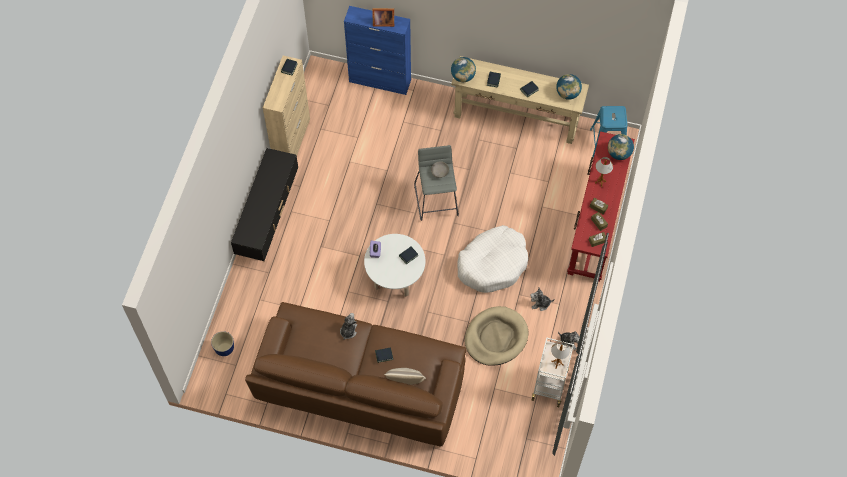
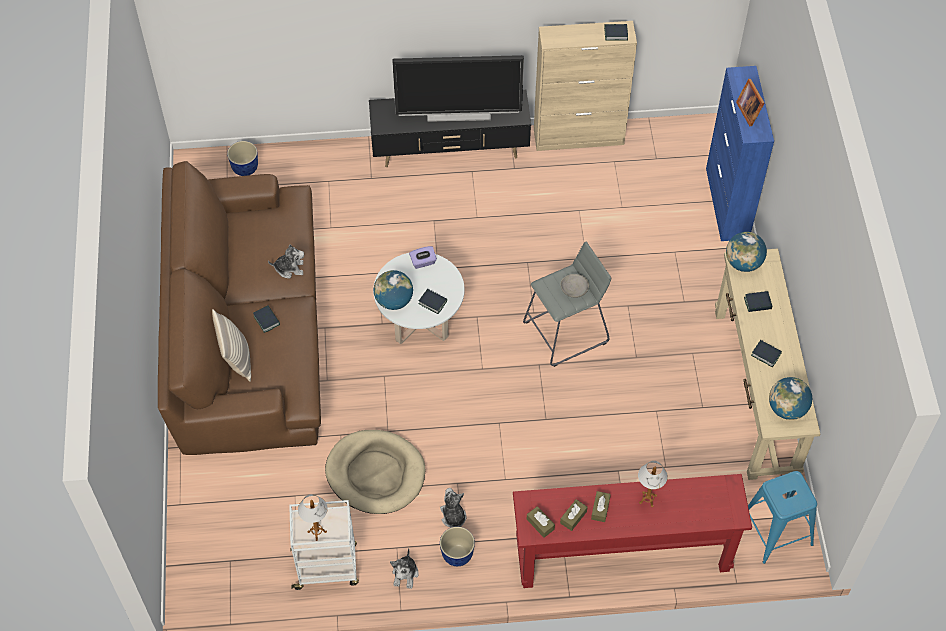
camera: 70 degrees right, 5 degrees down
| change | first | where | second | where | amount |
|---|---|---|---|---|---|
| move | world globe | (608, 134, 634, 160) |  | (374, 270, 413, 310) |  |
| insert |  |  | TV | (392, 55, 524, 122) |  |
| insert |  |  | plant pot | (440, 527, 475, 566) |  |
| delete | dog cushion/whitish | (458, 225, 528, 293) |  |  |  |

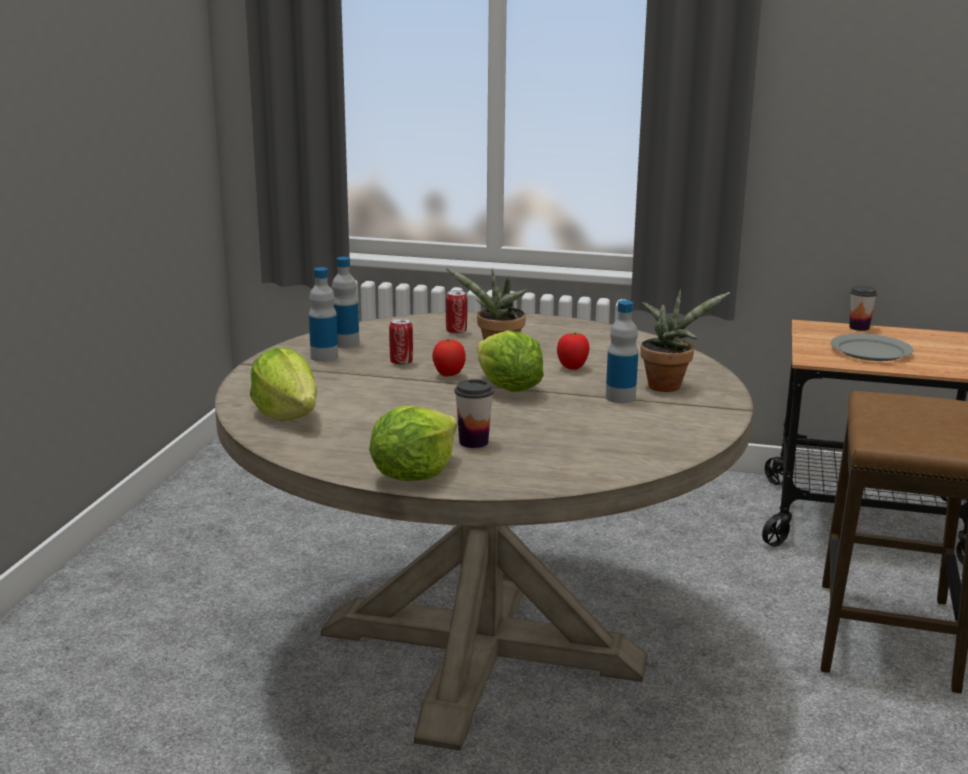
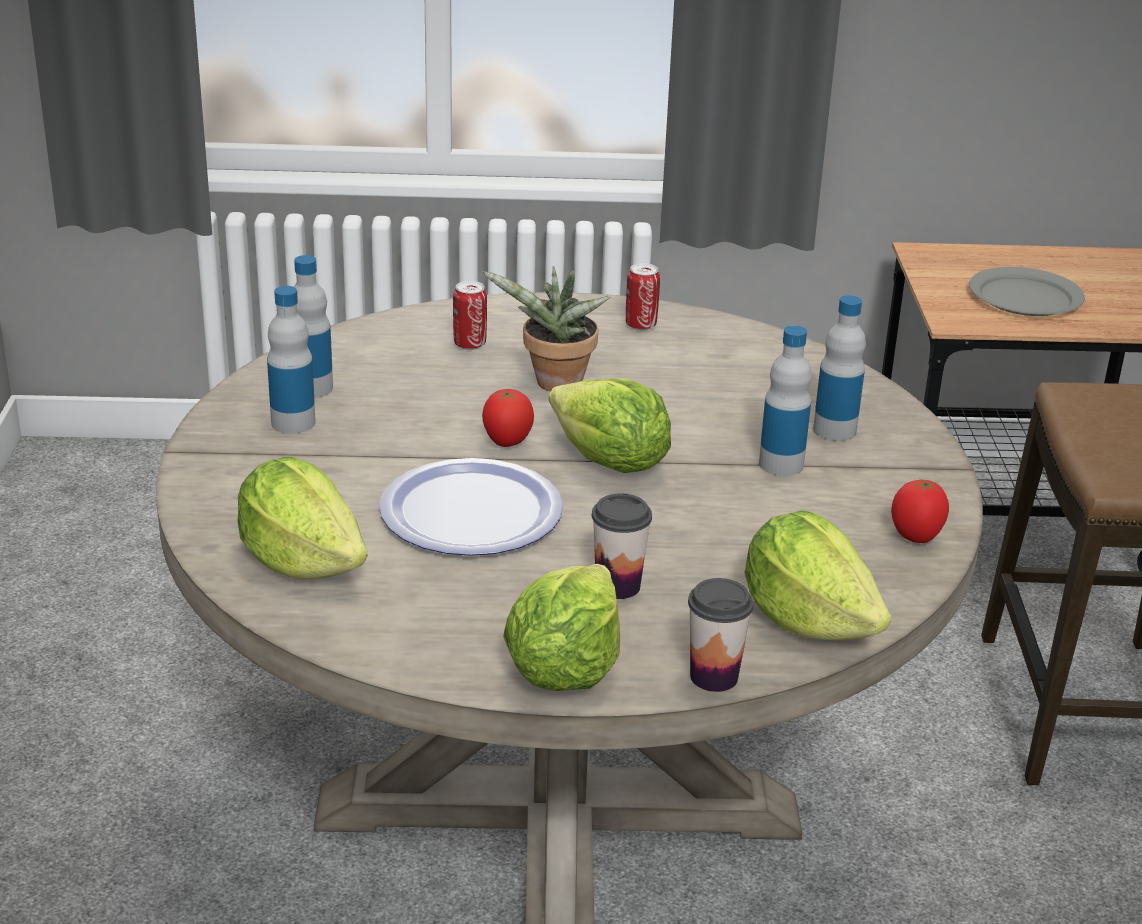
camera: 15 degrees left, 10 degrees up
| change | first | where | second | where | amount |
|---|---|---|---|---|---|
| insert |  |  | flat dish | (379, 458, 563, 556) |  |
| move | can | (389, 318, 413, 366) |  | (626, 263, 660, 330) |  |
| move | drinking cup | (849, 286, 877, 331) |  | (688, 578, 754, 692) |  |
| insert |  |  | lettuce head | (744, 510, 892, 640) |  |
| replace | plant in a pot | (640, 289, 730, 392) | drink bottle | (813, 295, 866, 441) |  |
| move | tomato | (557, 332, 590, 370) |  | (891, 479, 949, 543) |  |

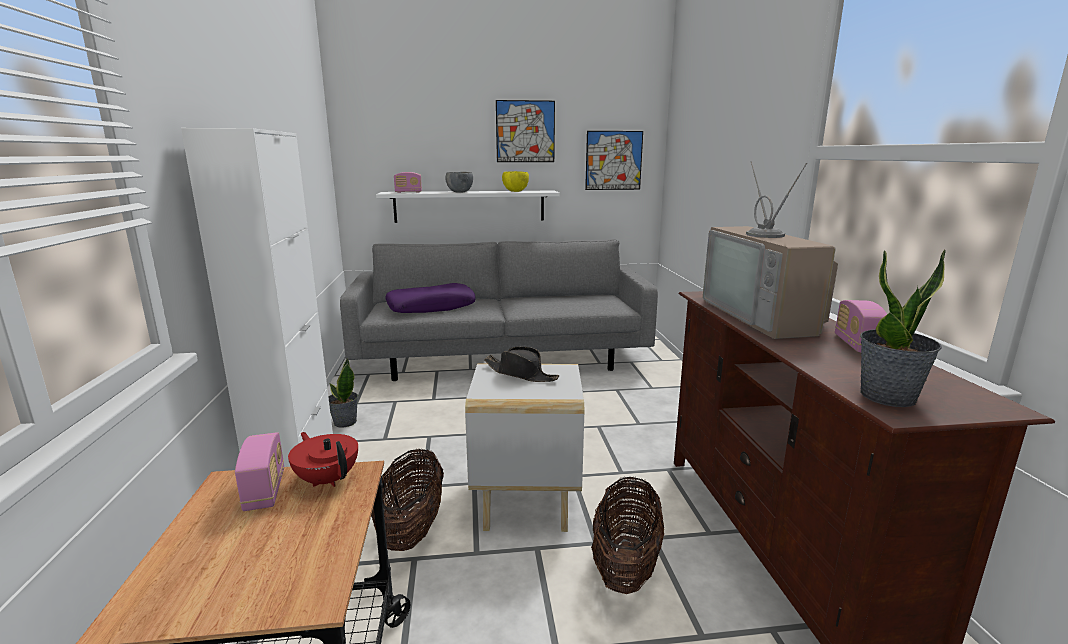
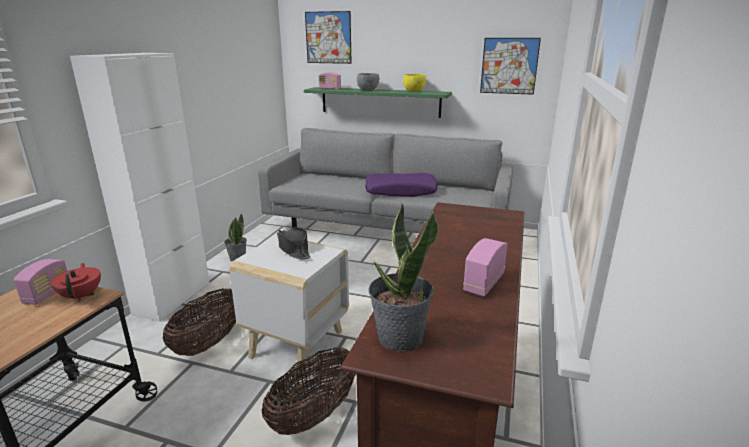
camera: 25 degrees right, 5 degrees up
| change | first | where | second | where | amount |
|---|---|---|---|---|---|
| recolor | wall shelf/whitish | (376, 191, 560, 223) | wall shelf/greenish | (304, 87, 452, 118) |  |
| move | wall art | (496, 100, 555, 162) |  | (305, 11, 352, 64) |  |
| move | cushion/purple-coloured | (385, 283, 476, 313) |  | (365, 173, 437, 197) |  |
| delete | TV | (703, 161, 838, 339) |  |  |  |

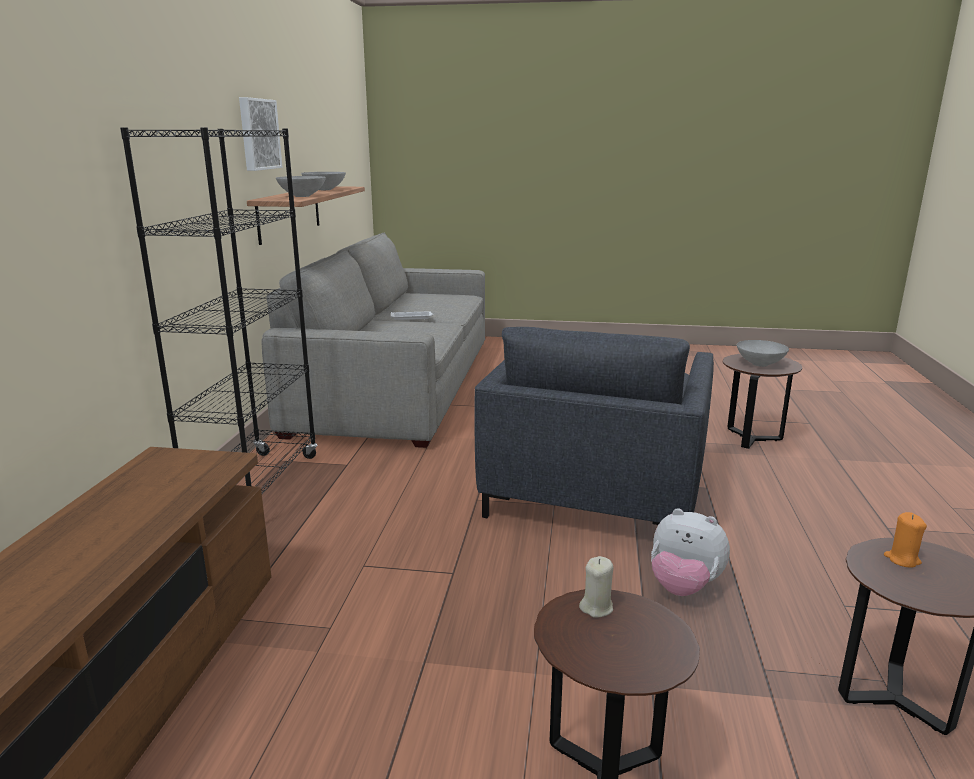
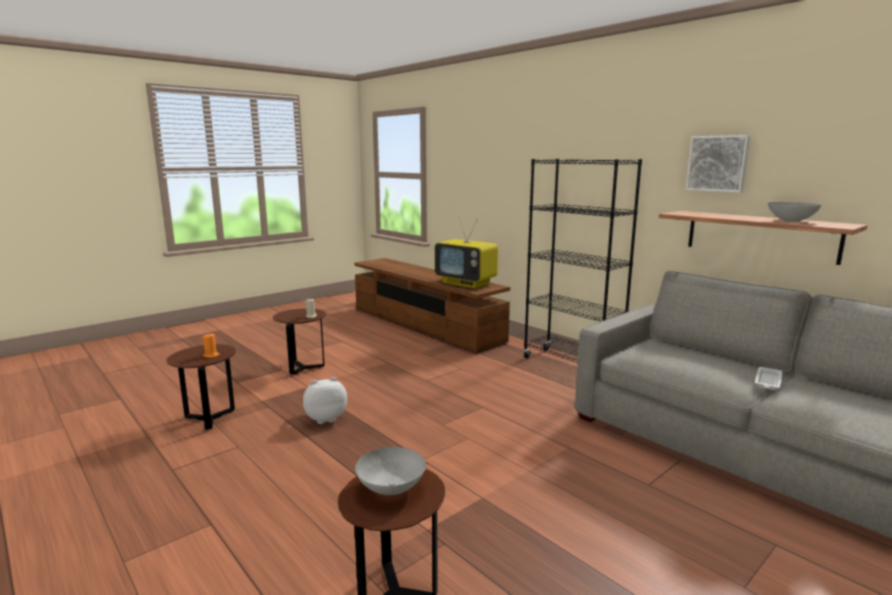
camera: 130 degrees right, 5 degrees down
| change | first | where | second | where | amount |
|---|---|---|---|---|---|
| insert |  |  | TV | (435, 217, 498, 288) |  |
| delete | deep dish/greyish | (276, 176, 326, 197) |  |  |  |
| delete | lounge chair/greyish | (474, 327, 714, 525) |  |  |  |

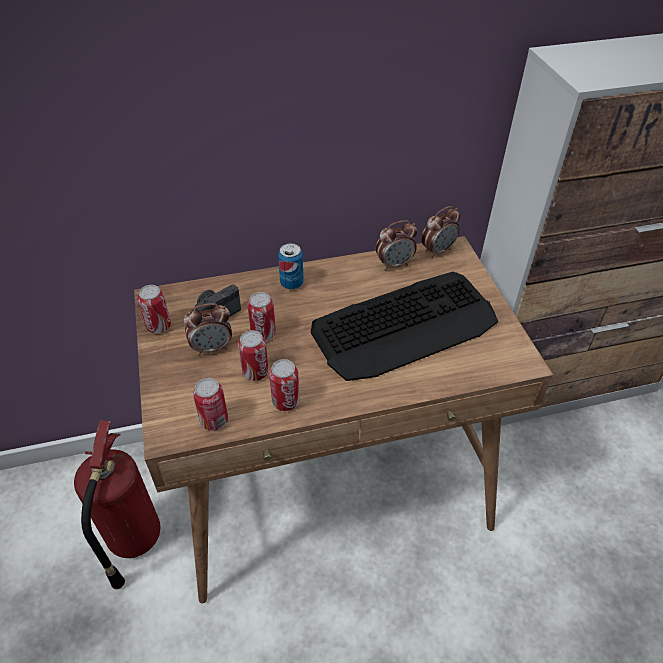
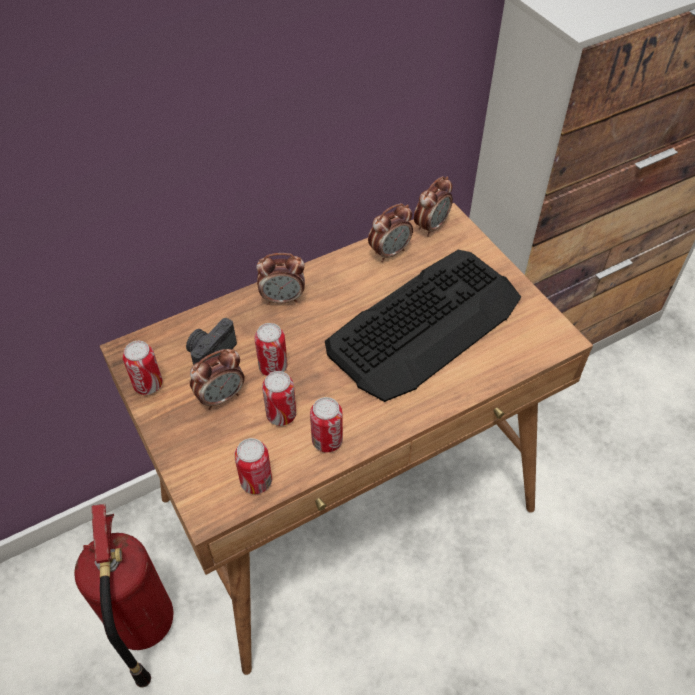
camera: 15 degrees left, 5 degrees up
| change | first | where | second | where | amount |
|---|---|---|---|---|---|
| replace | can | (278, 243, 304, 289) | bedside clock | (256, 253, 305, 305) |  |

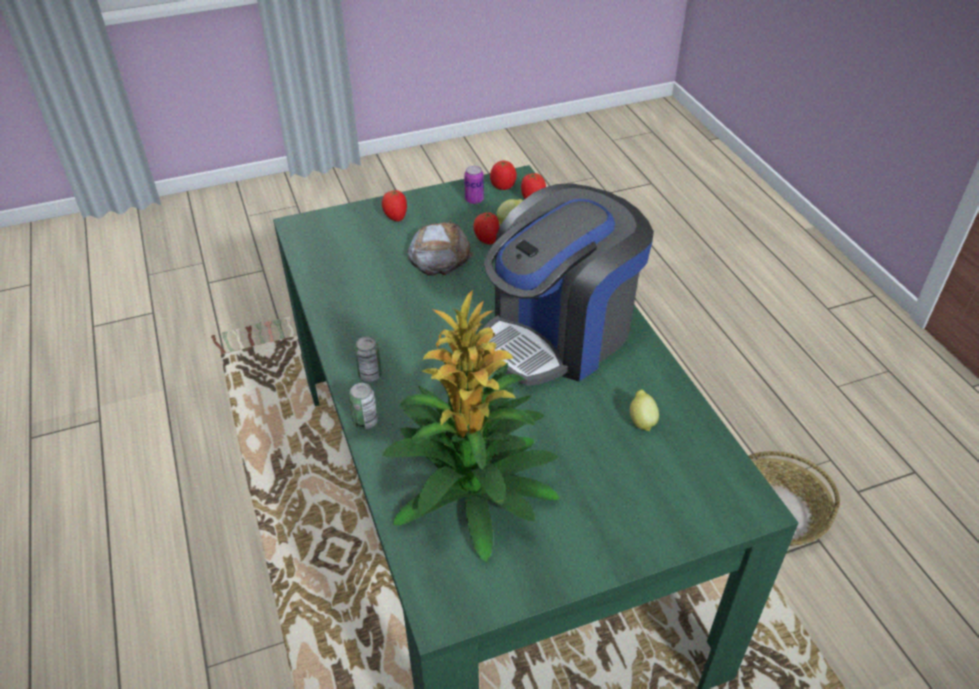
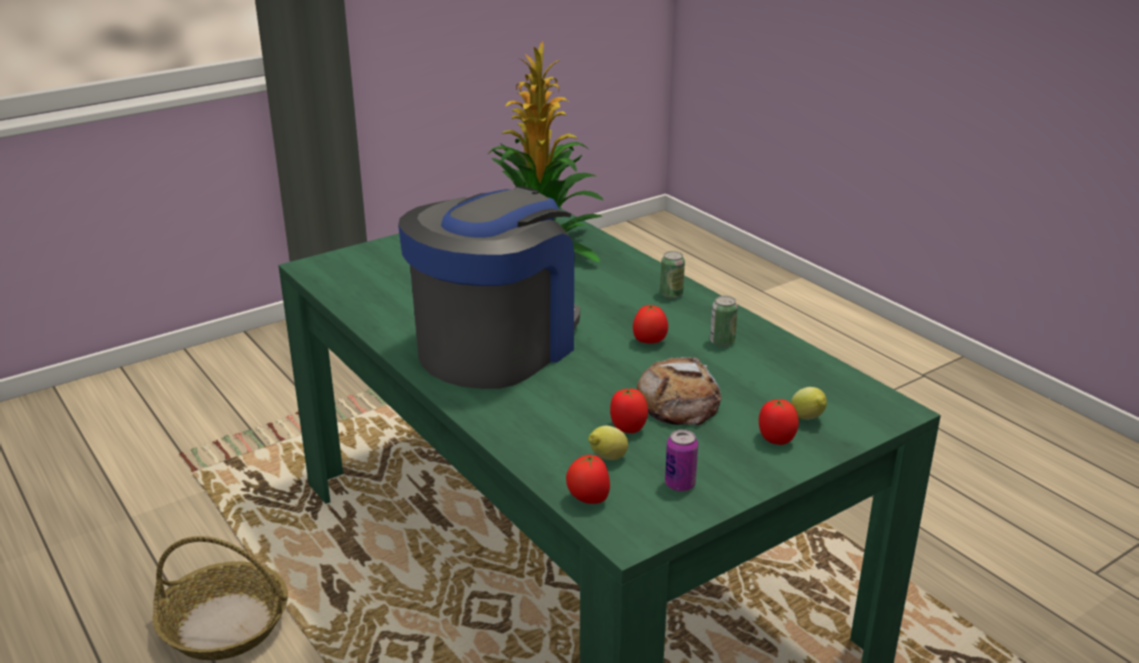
camera: 165 degrees right, 15 degrees down
| change | first | where | second | where | amount |
|---|---|---|---|---|---|
| move | tomato | (490, 161, 517, 190) |  | (633, 304, 668, 344) |  |
| move | can | (349, 383, 378, 430) |  | (710, 296, 738, 347) |  |
| move | whole lemon | (630, 389, 659, 431) |  | (791, 387, 827, 420) |  |

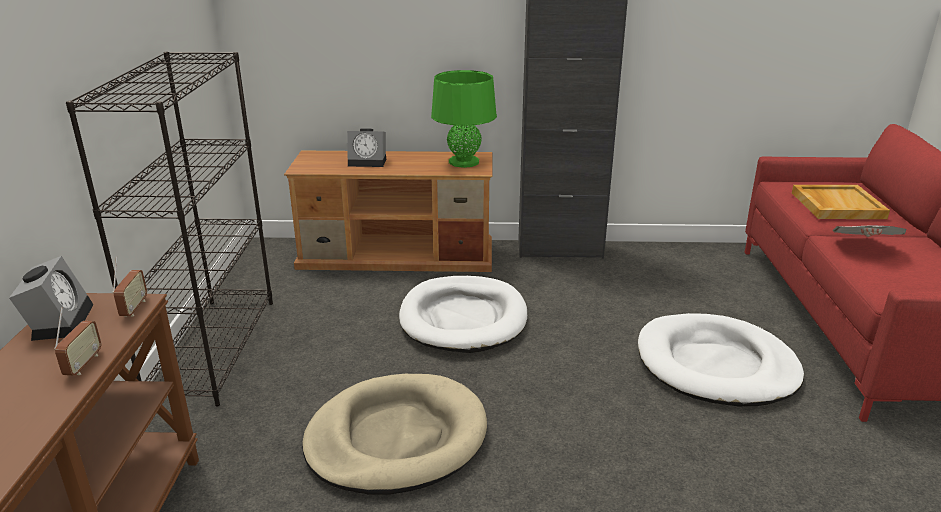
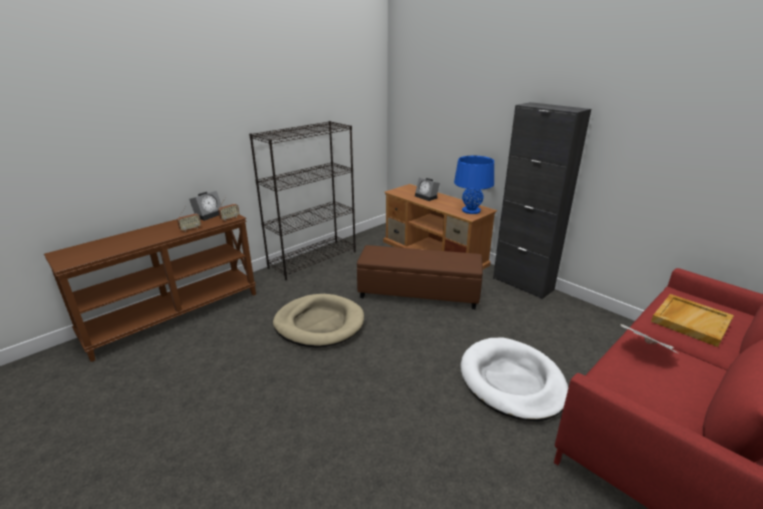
camera: 45 degrees right, 0 degrees up
| change | first | where | second | where | amount |
|---|---|---|---|---|---|
| replace | dog cushion/whitish | (399, 276, 527, 353) | ottoman/brown-coloured | (357, 245, 483, 309) |  |
| recolor | tabletop lamp/greenish | (431, 70, 497, 168) | tabletop lamp/bluish | (454, 155, 494, 214) |  |

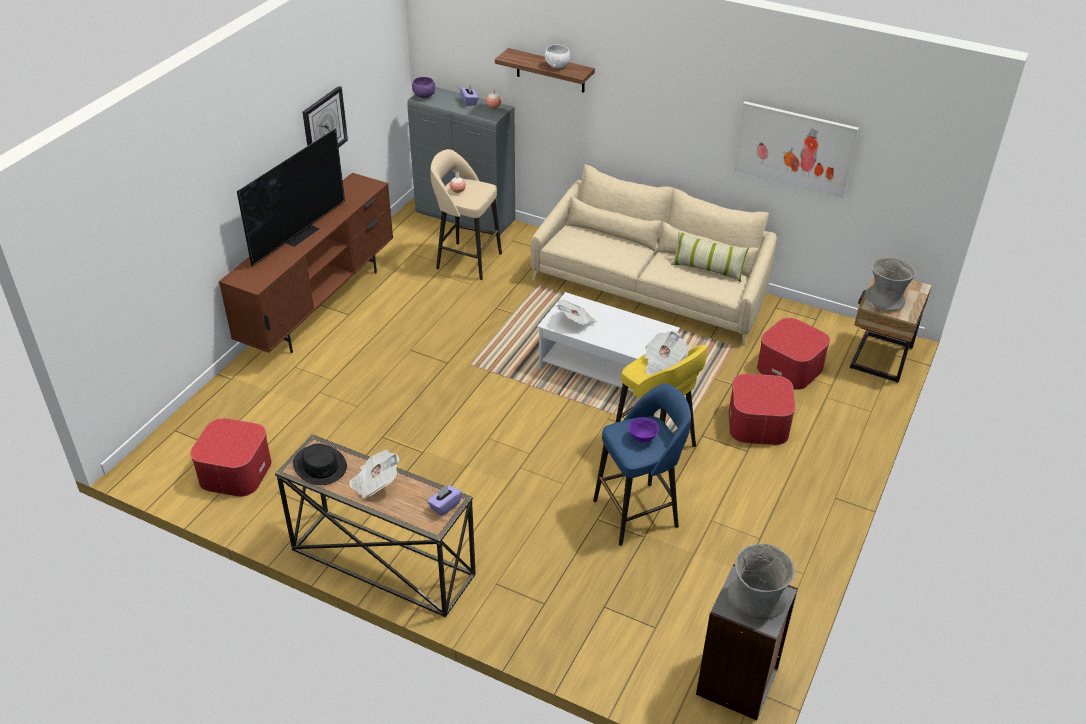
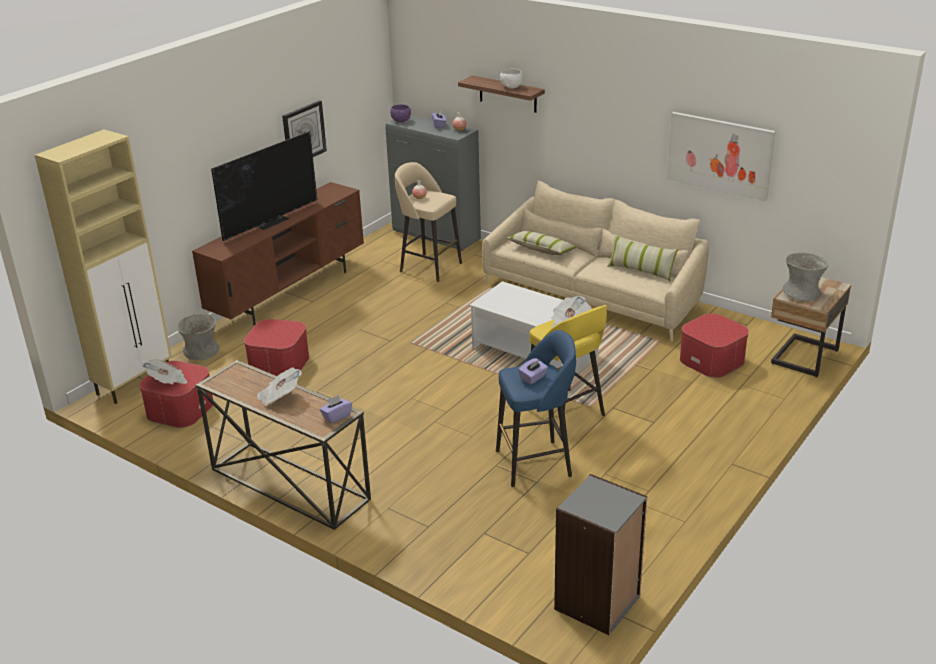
camera: 10 degrees right, 10 degrees down
| change | first | where | second | where | amount |
|---|---|---|---|---|---|
| insert |  |  | cabinet/sand-coloured | (35, 129, 172, 404) |  |
| move | printed paper | (556, 300, 597, 325) |  | (142, 360, 188, 385) |  |
| move | flower vase/greyish | (728, 543, 795, 620) |  | (177, 313, 219, 360) |  |
| move | ottoman | (729, 374, 796, 445) |  | (244, 319, 309, 376) |  |
| insert |  |  | cushion | (506, 231, 577, 255) |  |
| replace | deep dish/purple-coloured | (628, 417, 659, 443) | tissue box/purple-coloured | (518, 358, 548, 384) |  |
| delete | hat/blackish | (293, 443, 347, 485) |  |  |  |

